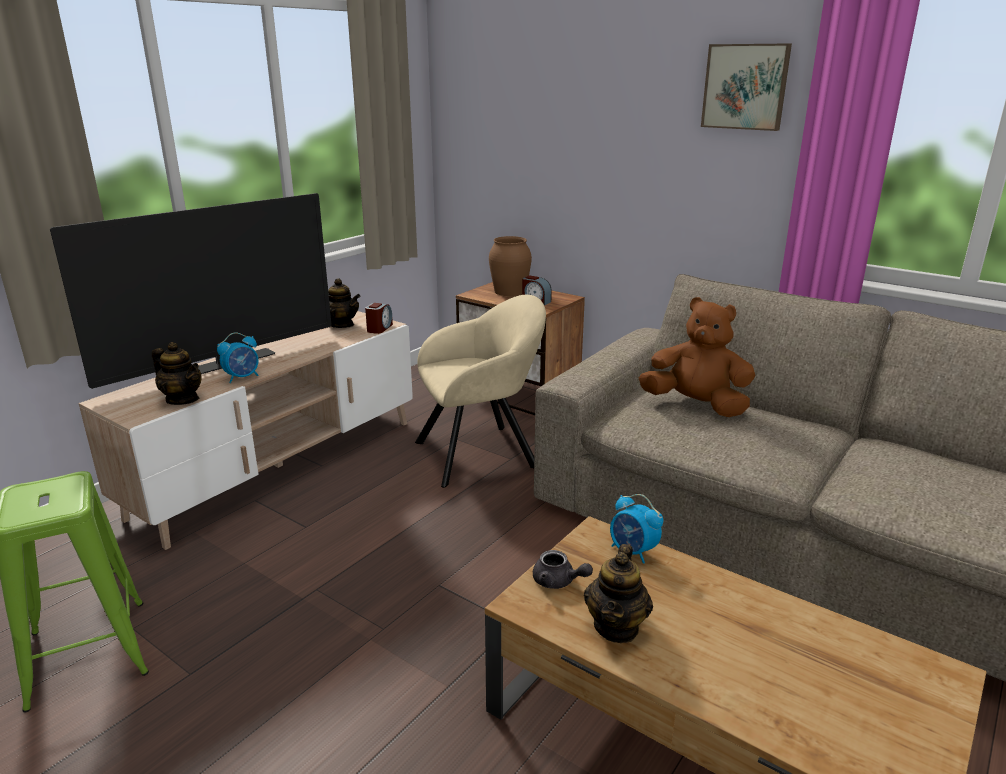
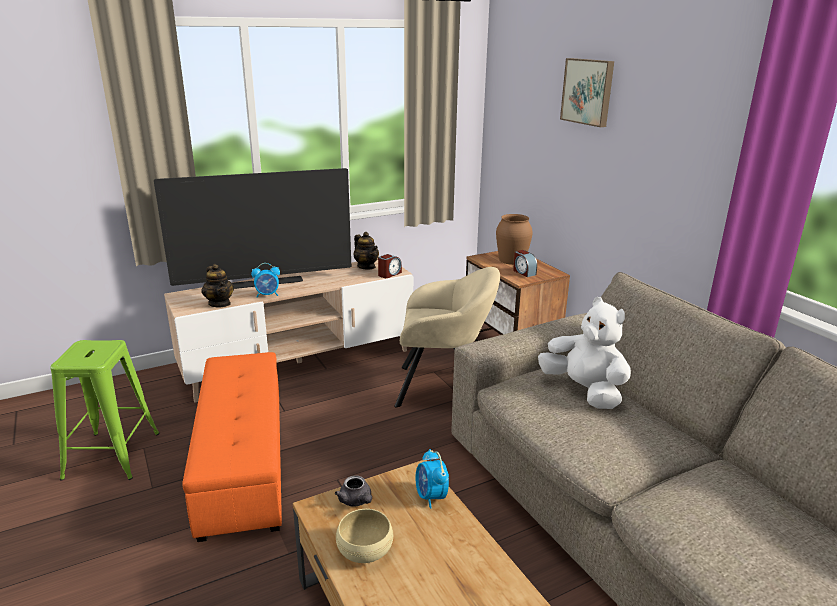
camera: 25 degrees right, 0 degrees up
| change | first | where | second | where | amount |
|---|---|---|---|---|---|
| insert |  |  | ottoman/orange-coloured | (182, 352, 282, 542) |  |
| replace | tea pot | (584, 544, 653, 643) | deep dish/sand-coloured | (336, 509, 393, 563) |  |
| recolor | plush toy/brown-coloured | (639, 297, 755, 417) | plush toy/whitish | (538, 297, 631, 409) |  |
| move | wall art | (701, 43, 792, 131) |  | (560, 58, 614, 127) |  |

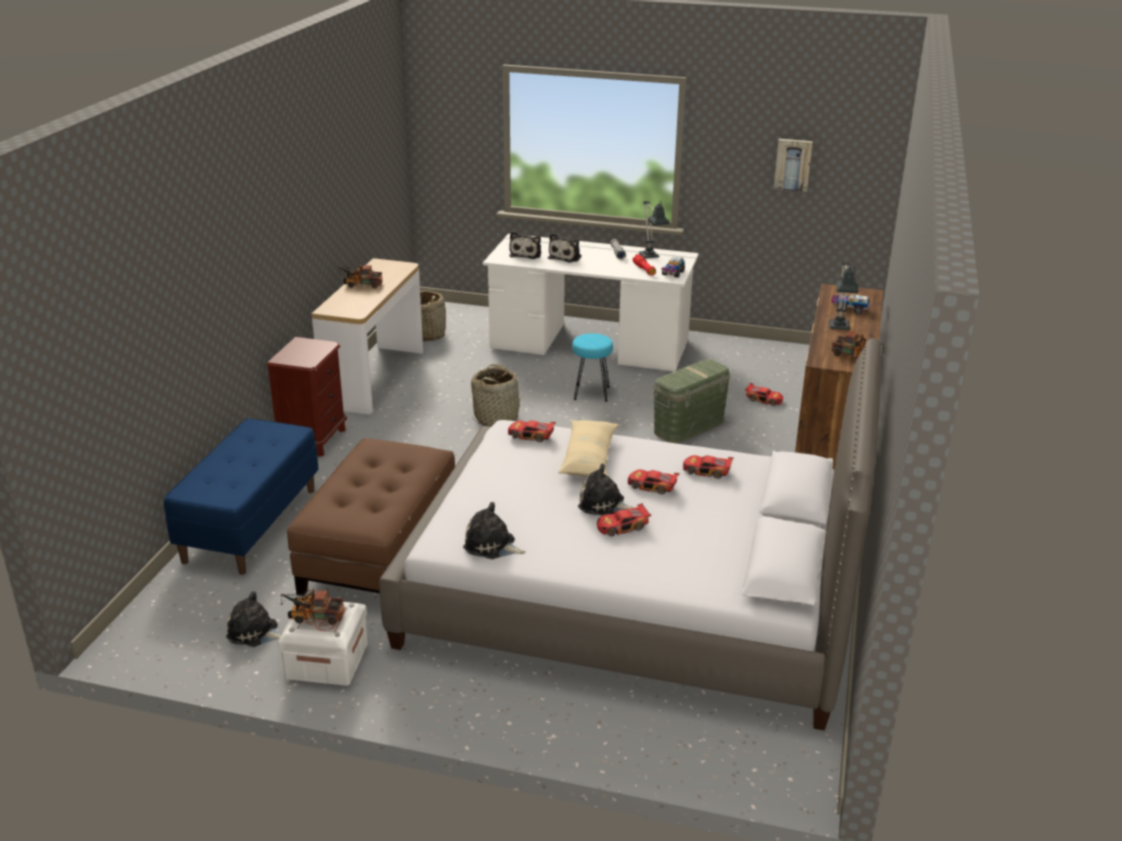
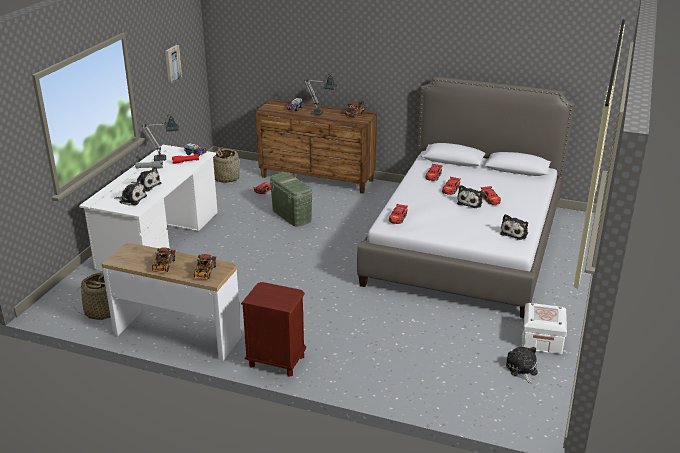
camera: 85 degrees left, 0 degrees up
| change | first | where | second | where | amount |
|---|---|---|---|---|---|
| move | toy lorry | (280, 588, 345, 625) |  | (194, 254, 216, 279) |  |
| move | basket | (471, 364, 524, 427) |  | (213, 148, 240, 183) |  |
| rotate | plush toy | (226, 591, 281, 647) |  | (506, 347, 538, 384) | 150 degrees clockwise |
| delete | bench/bluish | (164, 418, 319, 575) |  |  |  |
| delete | ottoman/brown-coloured | (287, 438, 455, 596) |  |  |  |
| delete | cushion/sand-coloured | (558, 420, 619, 477) |  |  |  |
| delete | sitting stool/turquoise | (572, 333, 613, 402) |  |  |  |

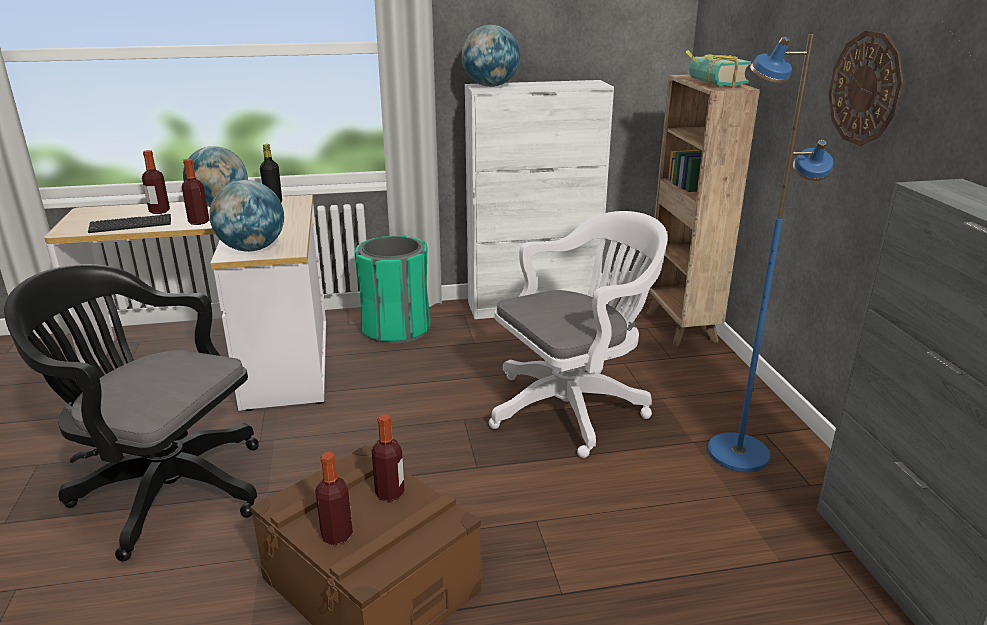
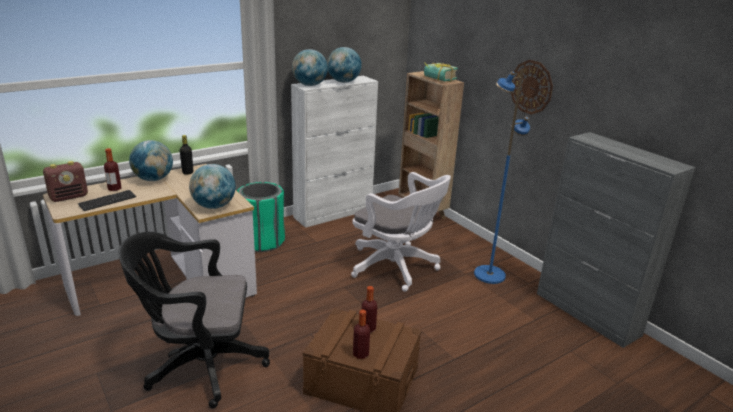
camera: 25 degrees left, 0 degrees up
| change | first | where | second | where | amount |
|---|---|---|---|---|---|
| insert |  |  | radio receiver | (43, 161, 88, 202) |  |
| insert |  |  | world globe | (327, 47, 362, 83) |  |
| rotate | office chair/whitish | (489, 211, 668, 458) |  | (351, 172, 451, 292) | 90 degrees clockwise |
| delete | drink bottle | (182, 159, 210, 225) |  |  |  |

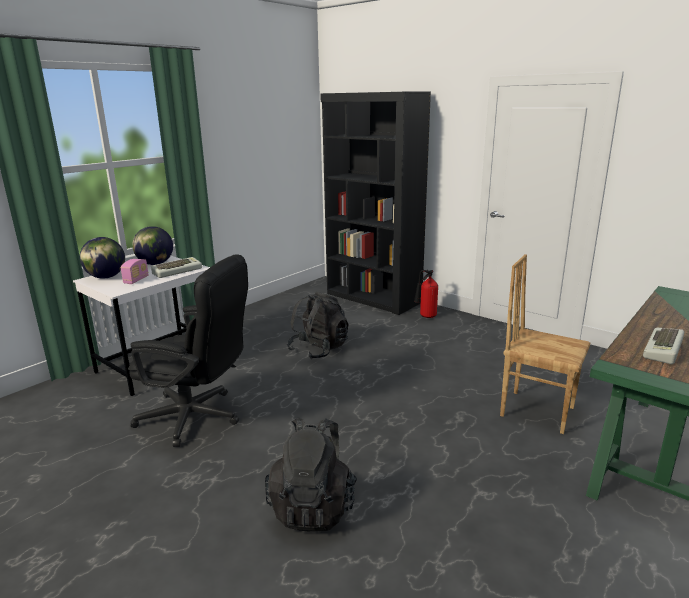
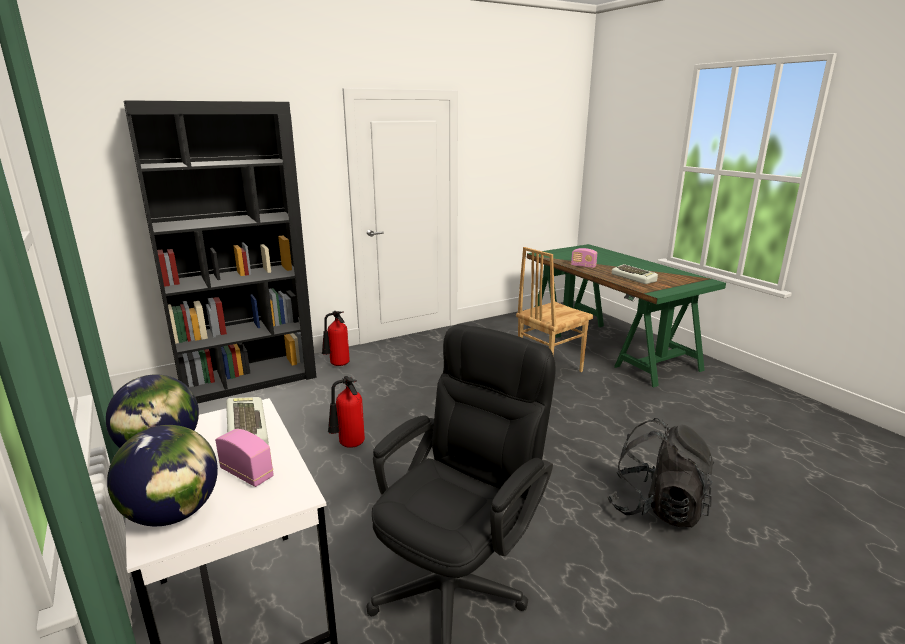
camera: 70 degrees left, 0 degrees up
| change | first | where | second | where | amount |
|---|---|---|---|---|---|
| replace | rucksack/blackish | (287, 292, 348, 359) | fire extinguisher | (328, 376, 365, 448) |  |
| insert |  |  | radio receiver | (571, 248, 597, 268) |  |

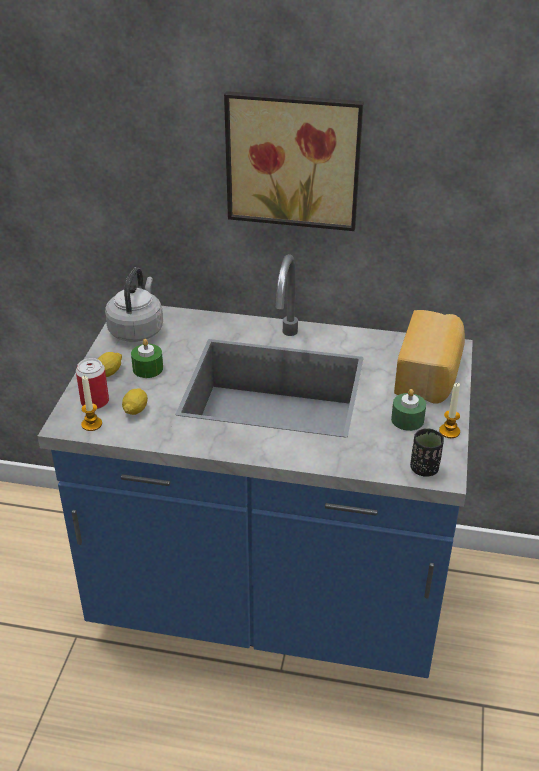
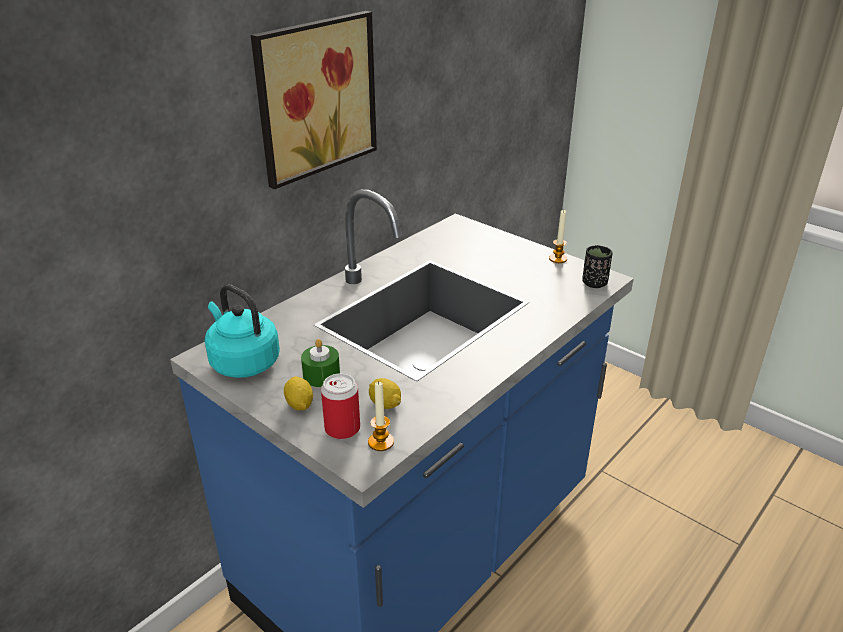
camera: 60 degrees left, 5 degrees down
| change | first | where | second | where | amount |
|---|---|---|---|---|---|
| recolor | tea kettle/greyish | (105, 267, 163, 342) | tea kettle/turquoise | (205, 284, 280, 378) |  |
| delete | candle/greenish | (391, 389, 426, 431) |  |  |  |
| delete | baked bread | (394, 310, 465, 404) |  |  |  |

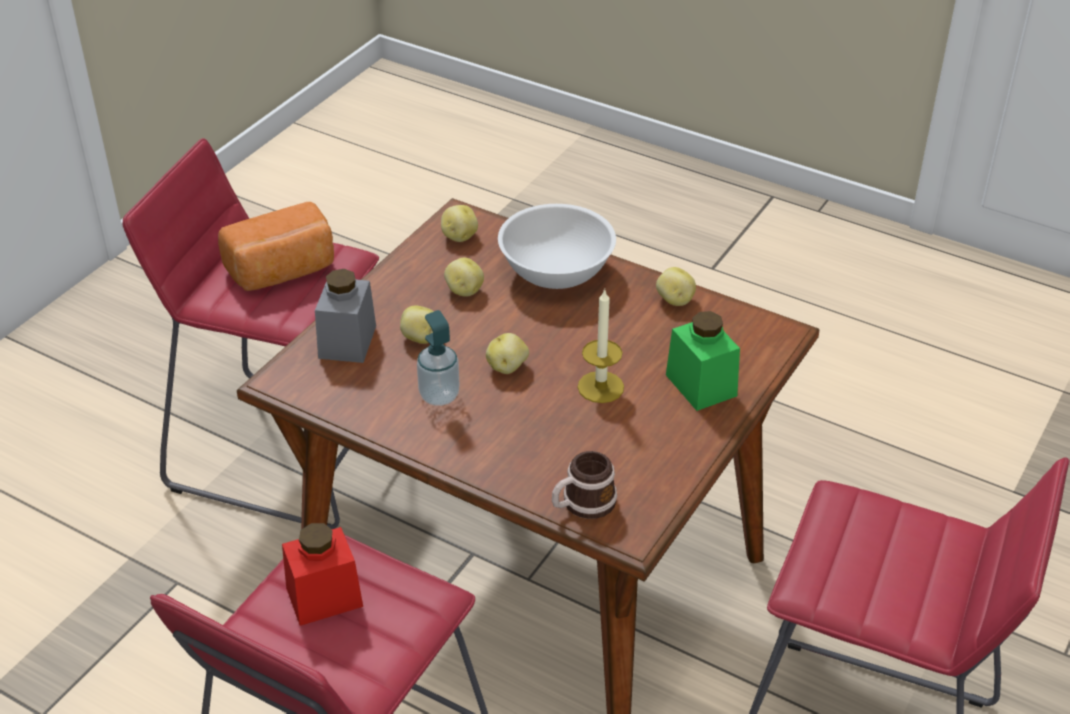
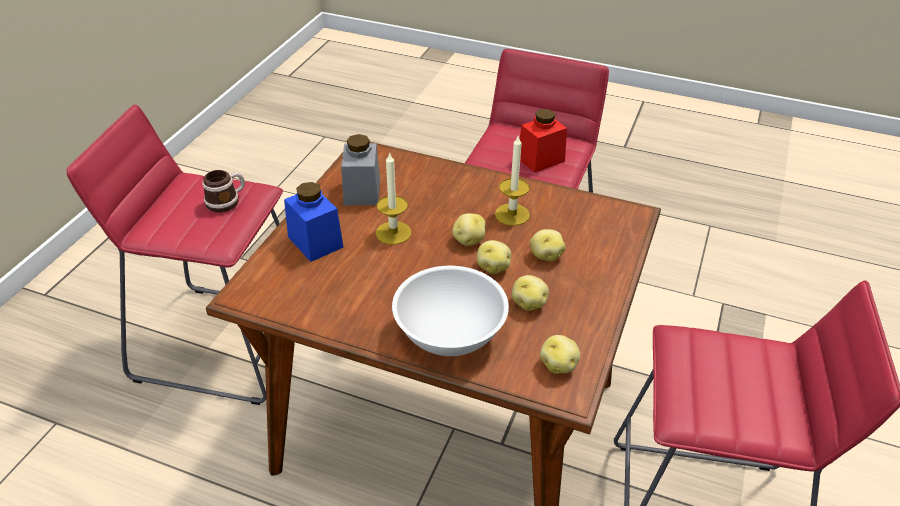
camera: 170 degrees right, 0 degrees up
| change | first | where | second | where | amount |
|---|---|---|---|---|---|
| move | mug | (552, 451, 617, 519) |  | (203, 170, 245, 212) |  |
| recolor | preserve jar/greenish | (666, 311, 740, 411) | preserve jar/bluish | (284, 182, 344, 262) |  |
| move | preserve jar/greyish | (315, 269, 376, 363) |  | (341, 134, 380, 205) |  |
| move | spud | (656, 267, 696, 306) |  | (477, 240, 511, 274) |  |
| replace | soap bottle | (417, 310, 460, 406) | candle | (495, 136, 530, 226) |  |
| delete | baked bread | (218, 202, 334, 291) |  |  |  |

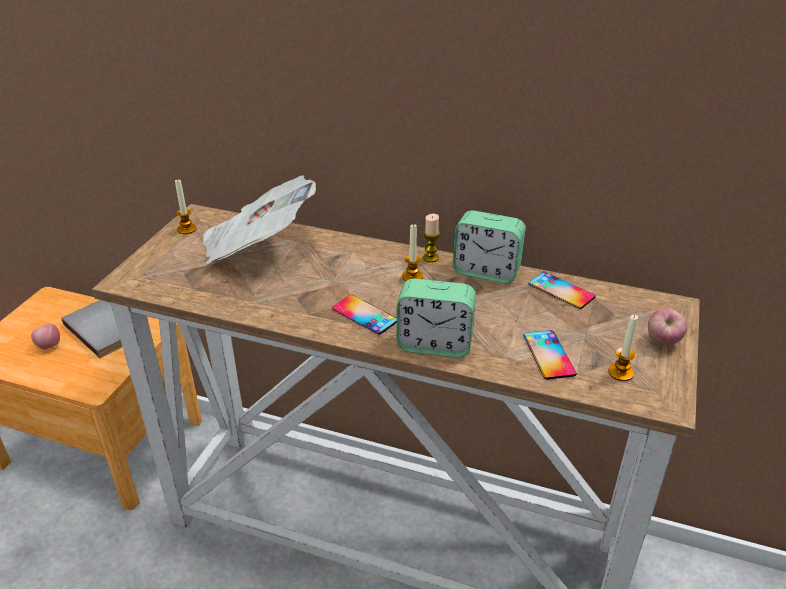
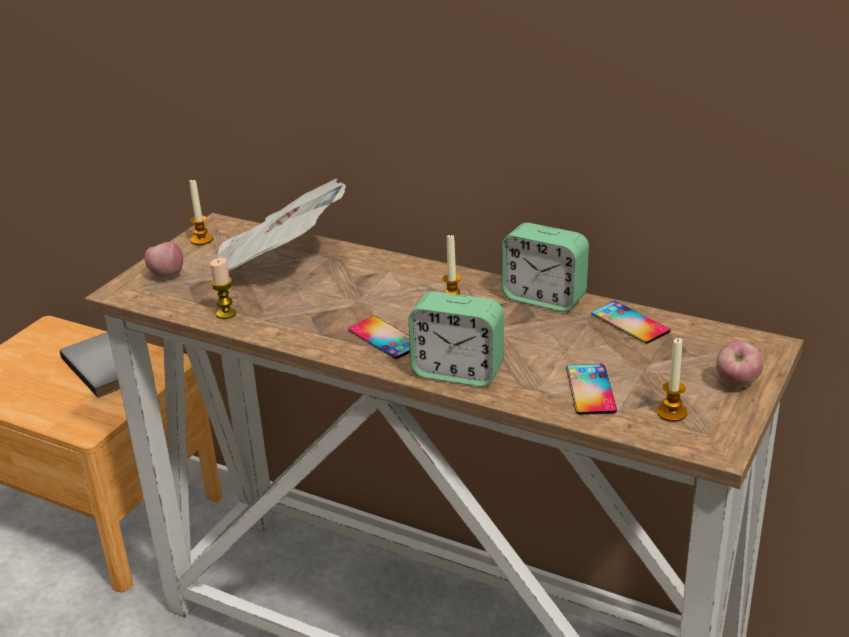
camera: 10 degrees right, 5 degrees down
| change | first | where | second | where | amount |
|---|---|---|---|---|---|
| move | apple fruit | (31, 323, 60, 349) |  | (144, 242, 183, 277) |  |
| move | candle | (423, 214, 440, 262) |  | (210, 258, 236, 319) |  |

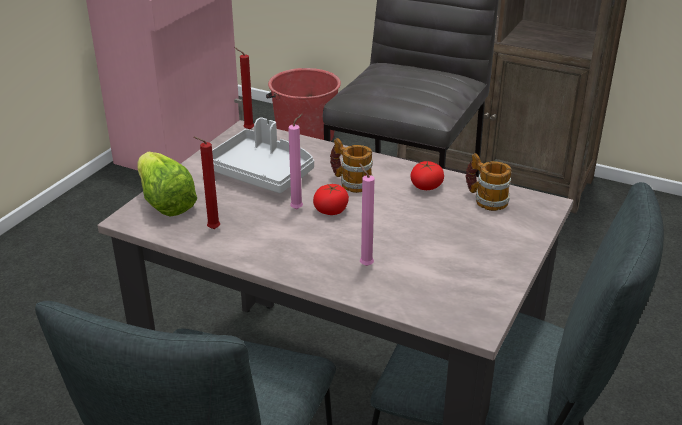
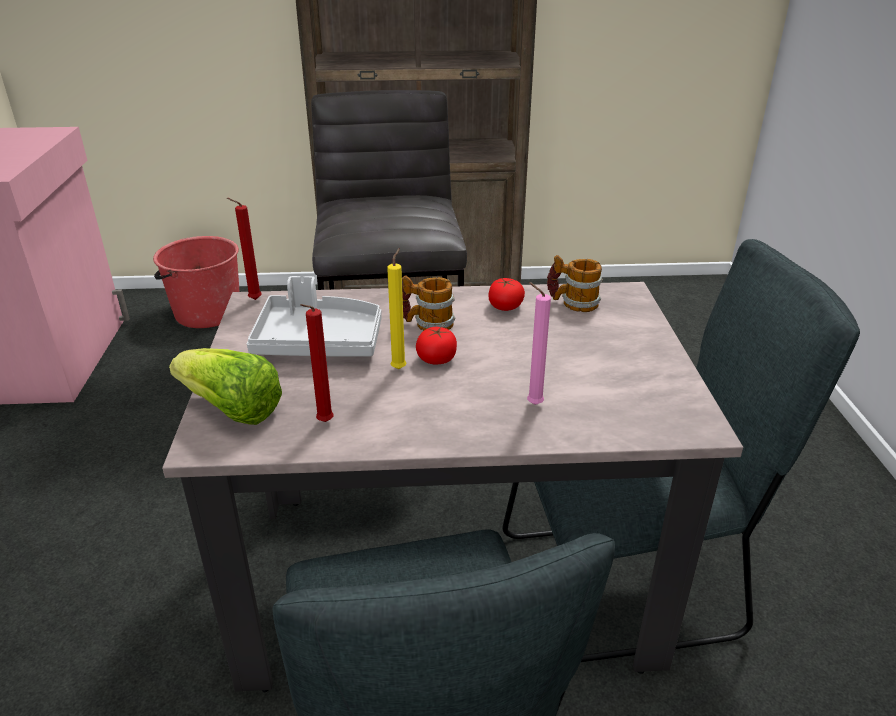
camera: 30 degrees left, 0 degrees up
| change | first | where | second | where | amount |
|---|---|---|---|---|---|
| recolor | candle/pinkish | (288, 114, 303, 209) | candle/yellow | (387, 248, 406, 369) |  |

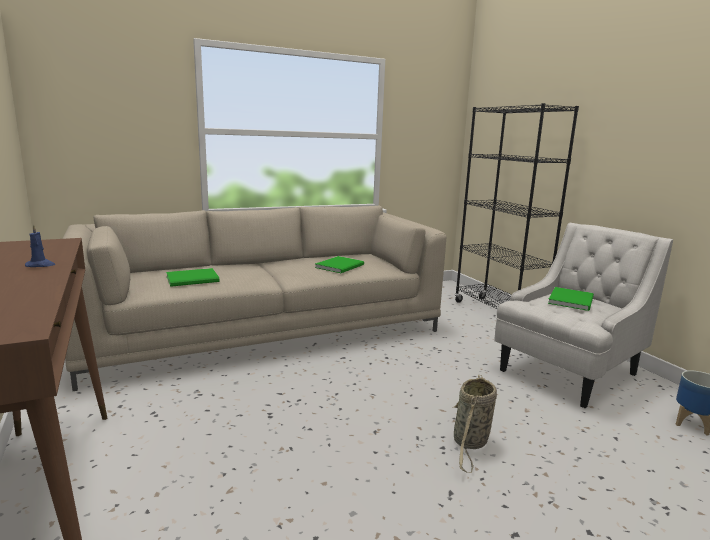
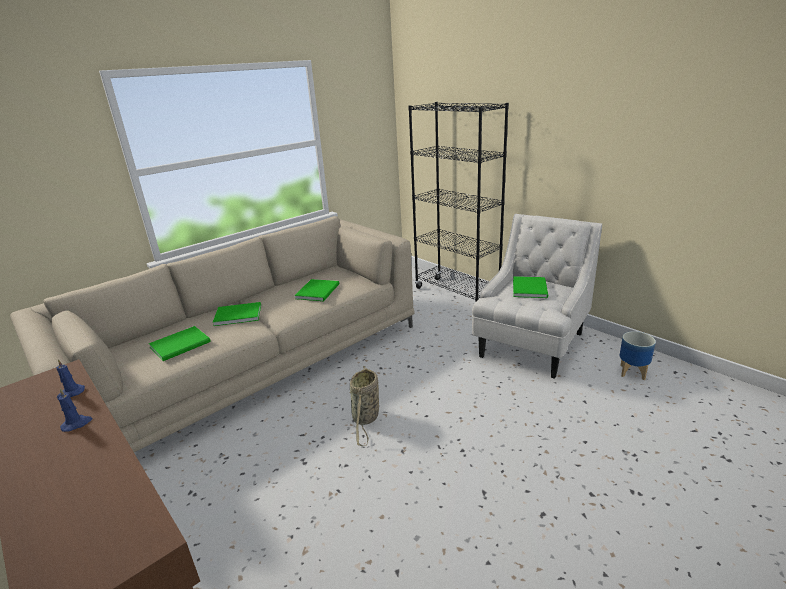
camera: 15 degrees left, 10 degrees up
| change | first | where | second | where | amount |
|---|---|---|---|---|---|
| insert |  |  | candle/bluish | (56, 359, 85, 398) |  |
| insert |  |  | book/greenish | (213, 302, 261, 326) |  |
| move | basket | (452, 375, 497, 473) |  | (350, 366, 379, 446) |  |

